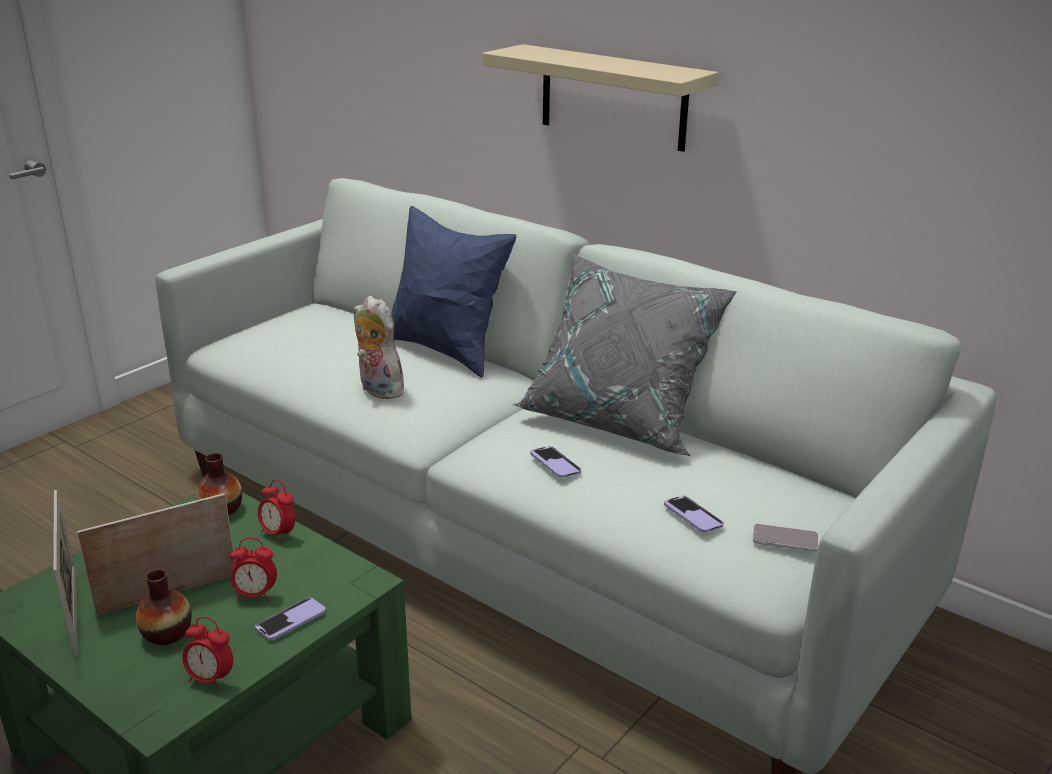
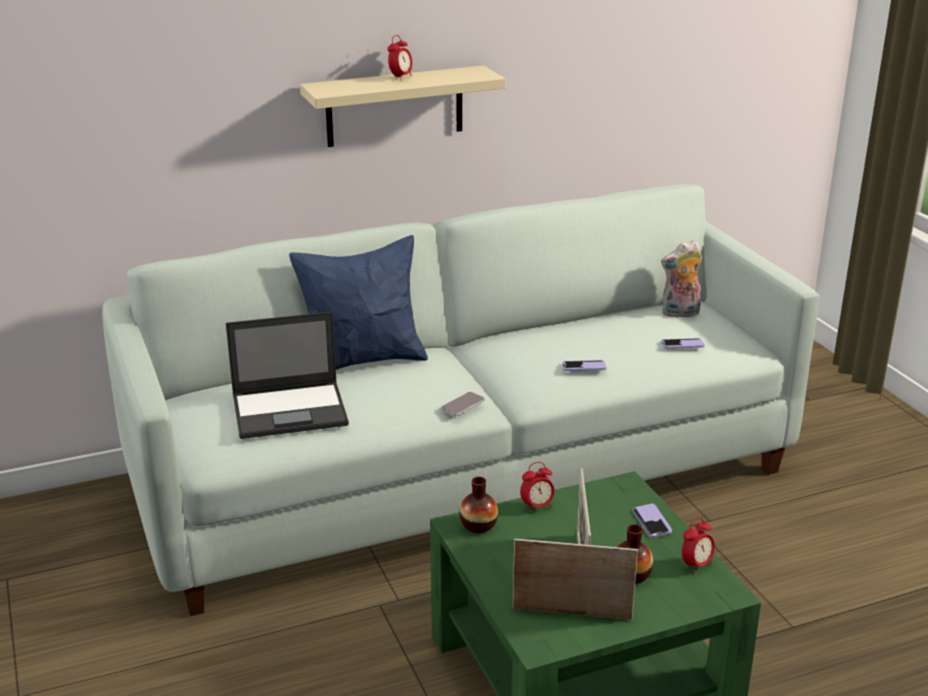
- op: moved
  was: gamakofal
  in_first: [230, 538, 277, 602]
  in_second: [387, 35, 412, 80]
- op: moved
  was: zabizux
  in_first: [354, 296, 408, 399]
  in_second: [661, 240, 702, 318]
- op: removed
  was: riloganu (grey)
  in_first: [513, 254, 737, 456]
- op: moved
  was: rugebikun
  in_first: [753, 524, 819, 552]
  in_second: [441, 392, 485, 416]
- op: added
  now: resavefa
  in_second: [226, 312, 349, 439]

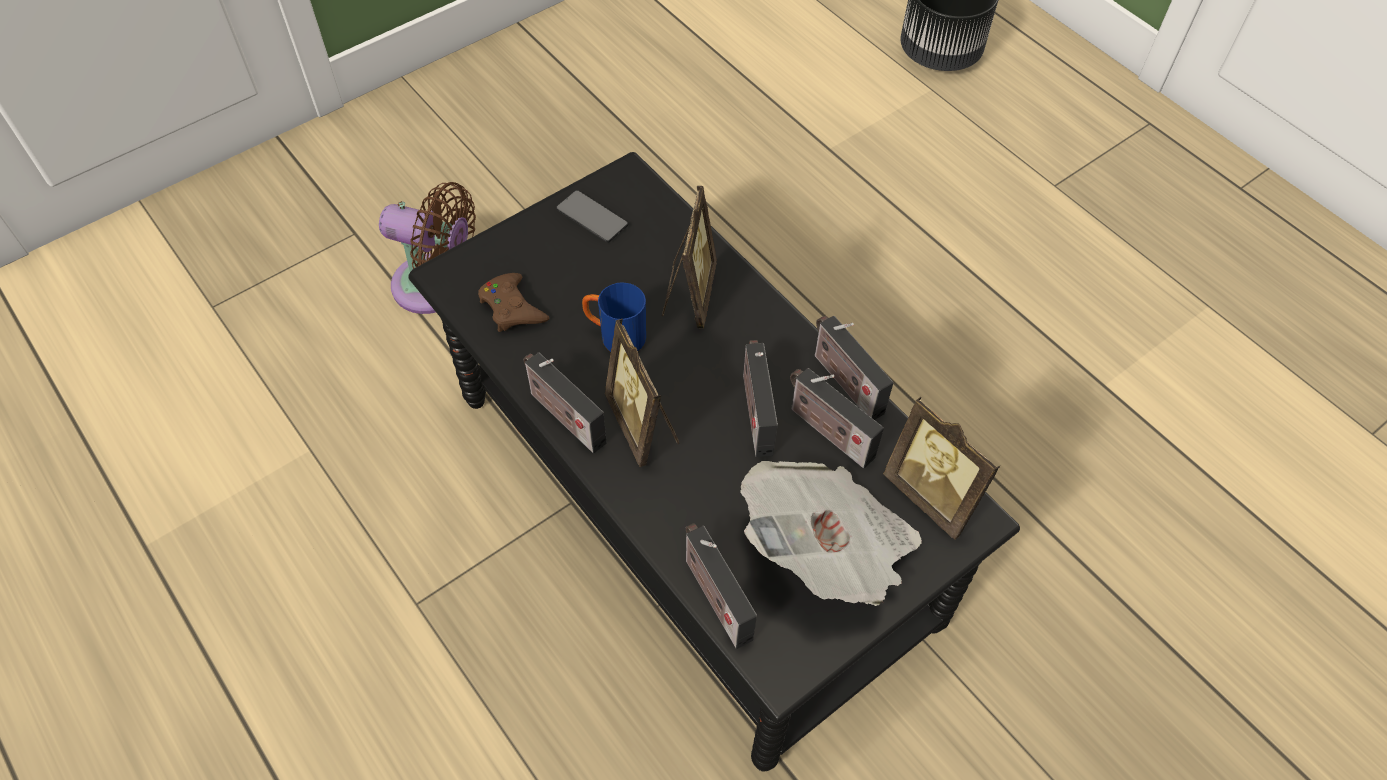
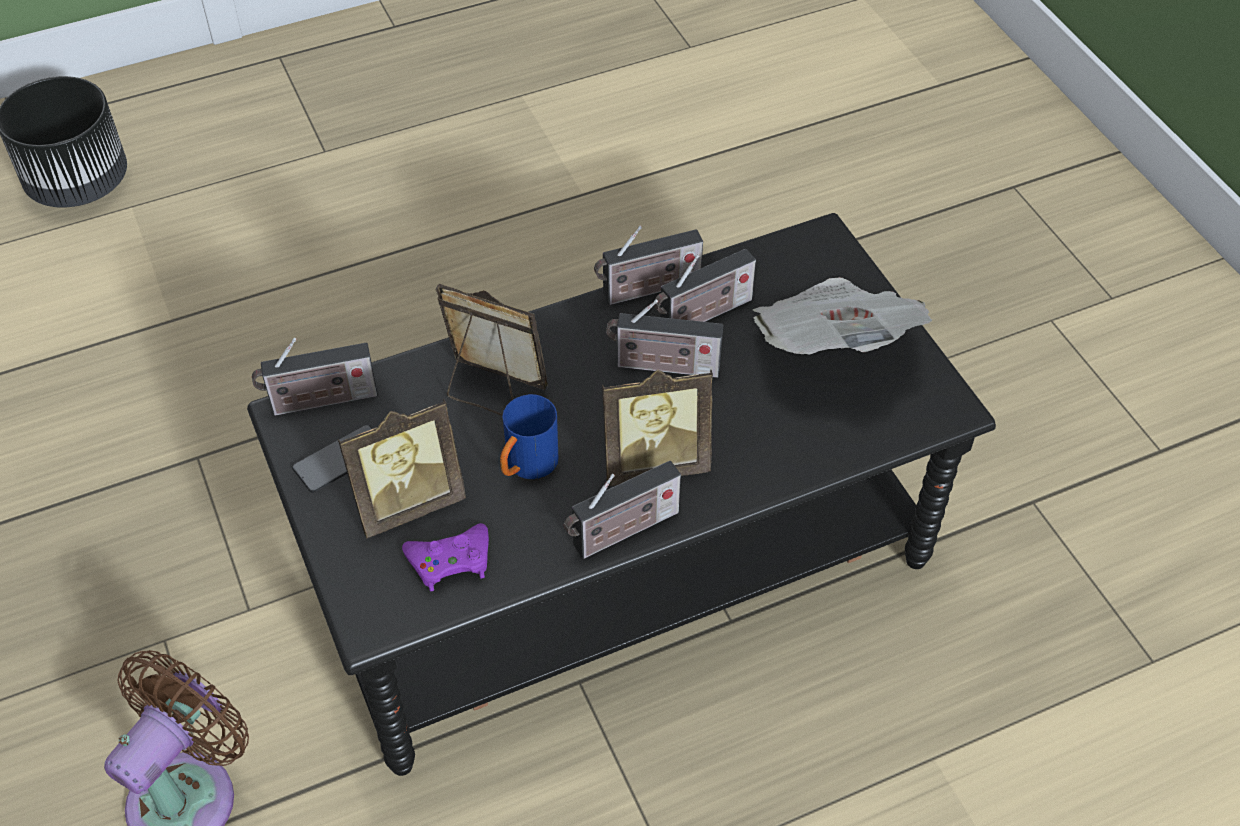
- op: recoloured
  was: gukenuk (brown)
  now: gukenuk (purple)
  in_first: [478, 273, 549, 332]
  in_second: [402, 523, 489, 591]
- op: moved
  was: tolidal
  in_first: [686, 523, 757, 649]
  in_second: [252, 338, 378, 416]
- op: moved
  was: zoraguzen
  in_first: [883, 397, 1000, 540]
  in_second: [338, 398, 466, 538]

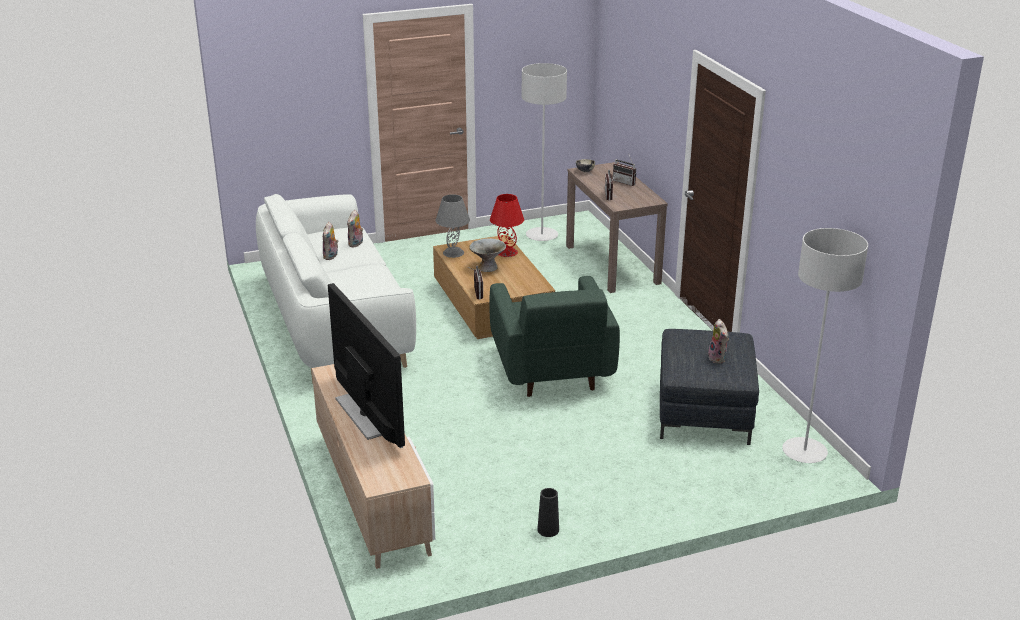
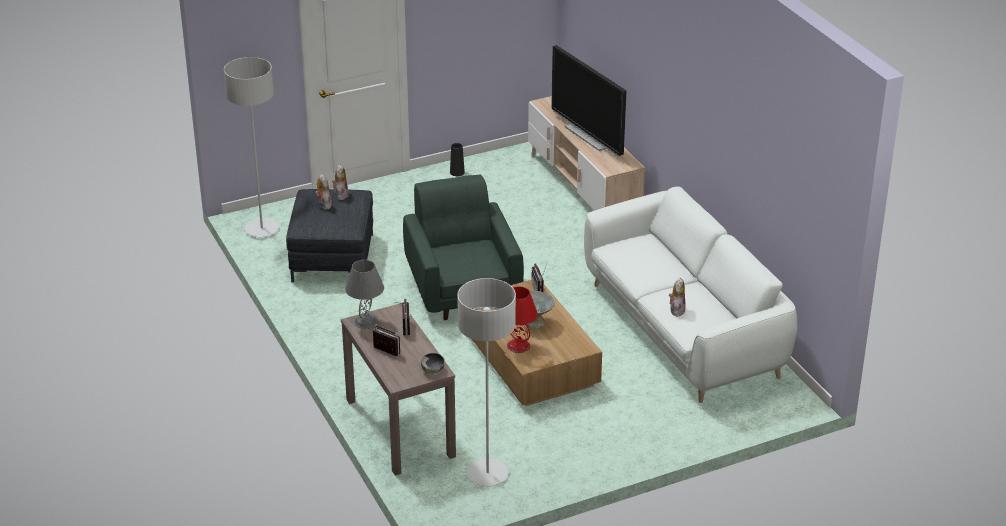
- op: moved
  was: zabizux
  in_first: [323, 222, 339, 260]
  in_second: [332, 165, 348, 200]
- op: moved
  was: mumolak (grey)
  in_first: [436, 194, 470, 258]
  in_second: [345, 260, 384, 329]

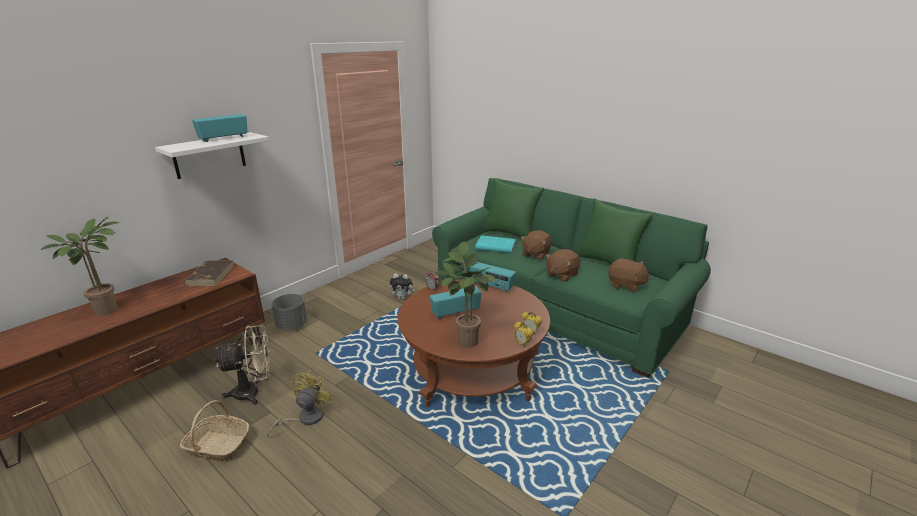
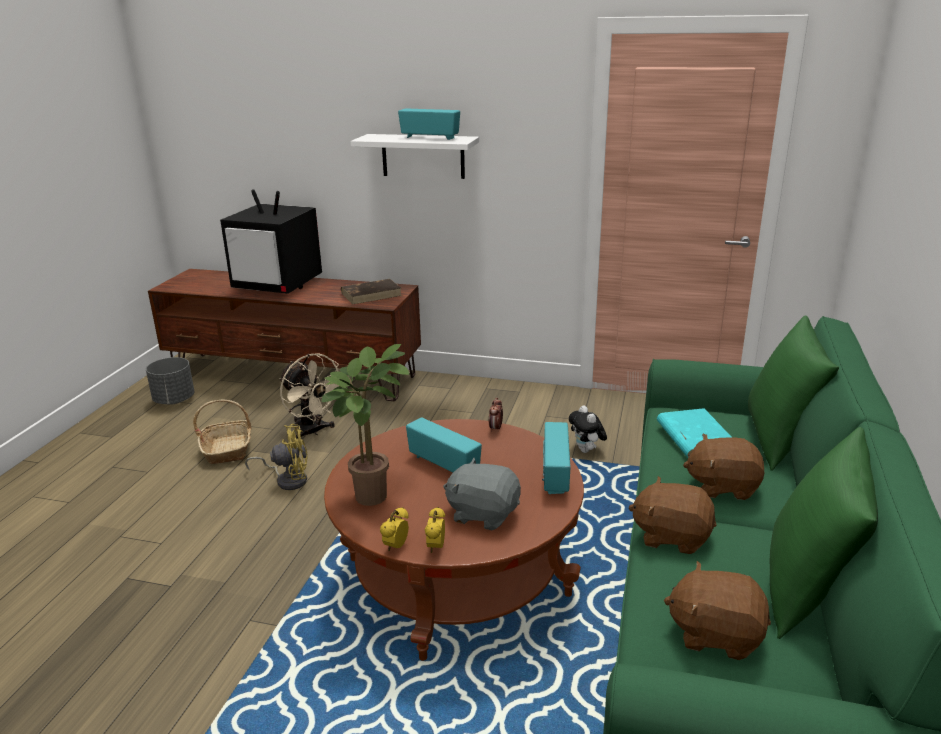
- op: replaced
  was: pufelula
  now: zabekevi
  in_first: [41, 217, 120, 316]
  in_second: [220, 189, 322, 294]
- op: moved
  was: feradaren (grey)
  in_first: [272, 294, 307, 330]
  in_second: [146, 357, 195, 405]
- op: turned
  was: zabizux (brown)
  in_first: [608, 259, 650, 292]
  in_second: [664, 561, 771, 660]
  clockwise: 105
- op: added
  now: zabizux (grey)
  in_second: [443, 458, 521, 531]

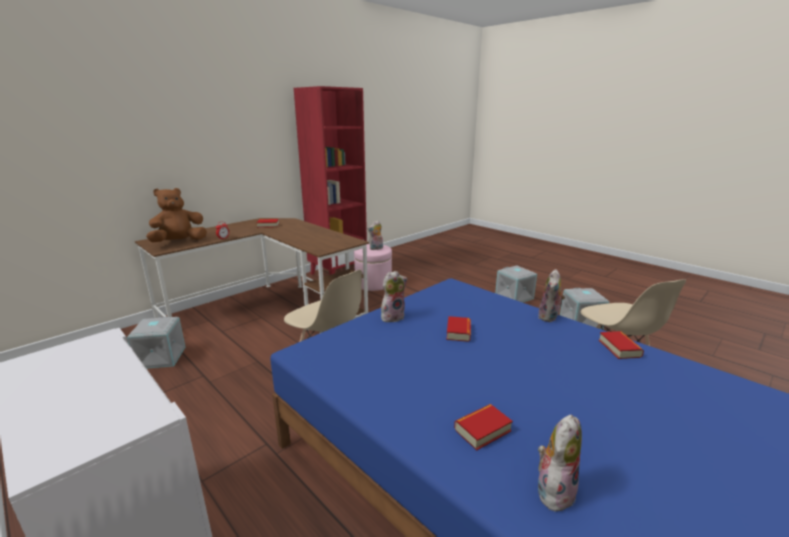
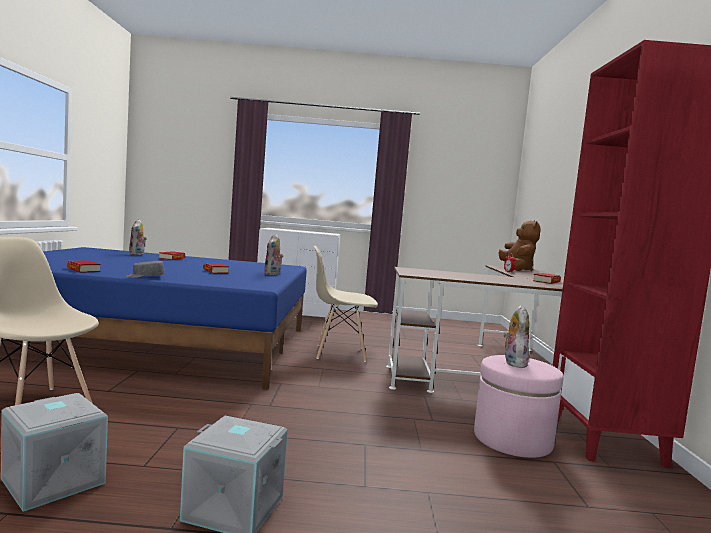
- op: removed
  was: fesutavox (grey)
  in_first: [127, 317, 185, 369]
- op: replaced
  was: zabizux
  now: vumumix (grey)
  in_first: [538, 269, 565, 322]
  in_second: [125, 261, 164, 278]

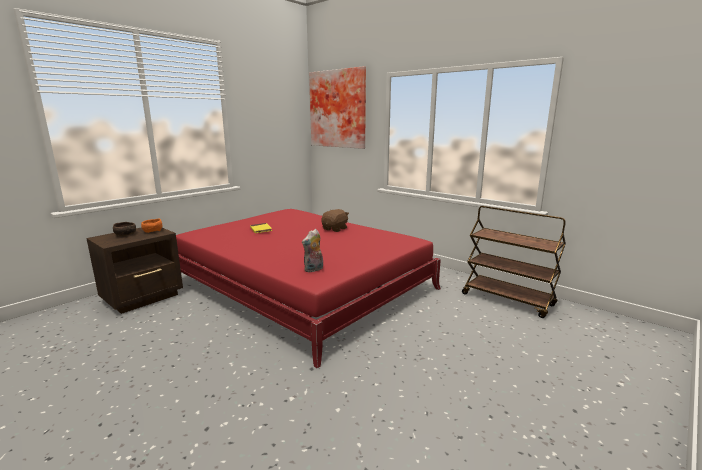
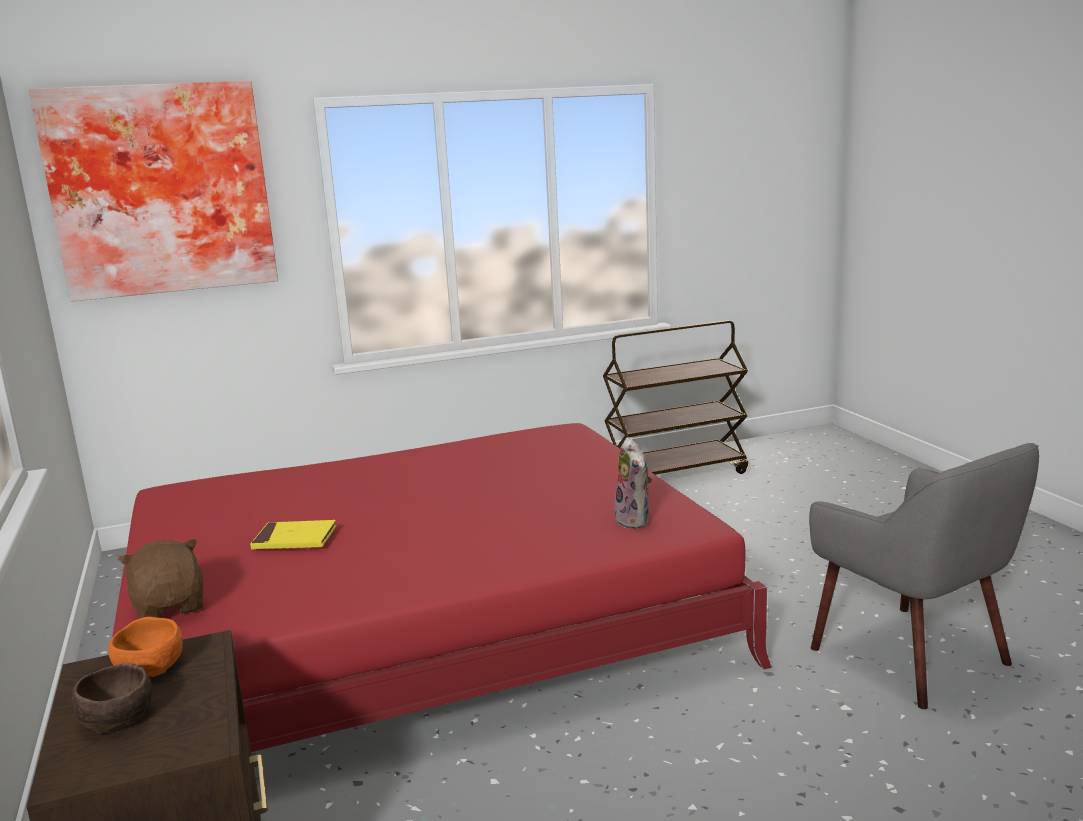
- op: moved
  was: zabizux (brown)
  in_first: [321, 209, 349, 232]
  in_second: [118, 539, 203, 619]
- op: added
  now: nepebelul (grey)
  in_second: [809, 443, 1039, 709]

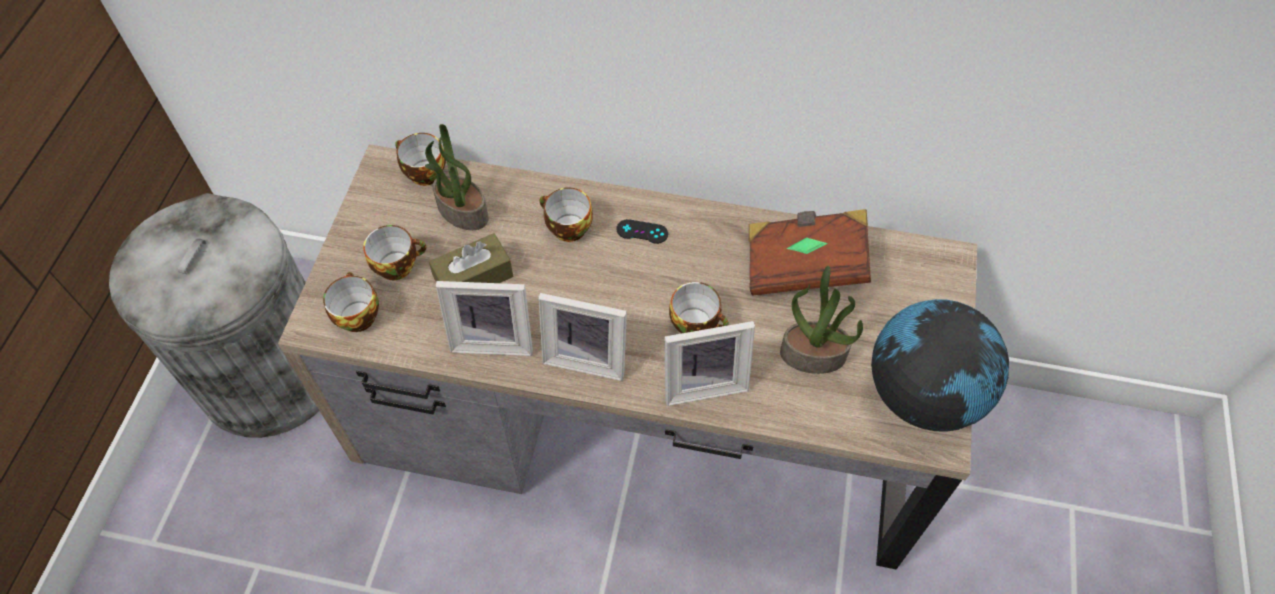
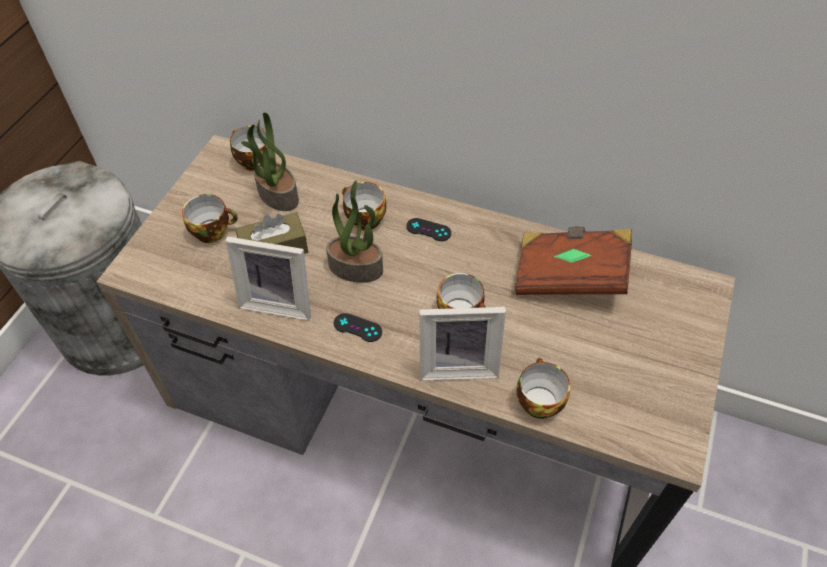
- op: moved
  was: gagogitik
  in_first: [323, 272, 379, 332]
  in_second: [516, 358, 570, 419]
- op: replaced
  was: zoraguzen
  now: gukenuk (black)
  in_first: [538, 293, 627, 381]
  in_second: [334, 313, 382, 342]
- op: moved
  was: pufelula
  in_first: [780, 266, 863, 374]
  in_second: [326, 180, 383, 283]
- op: removed
  was: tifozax
  in_first: [871, 299, 1009, 432]

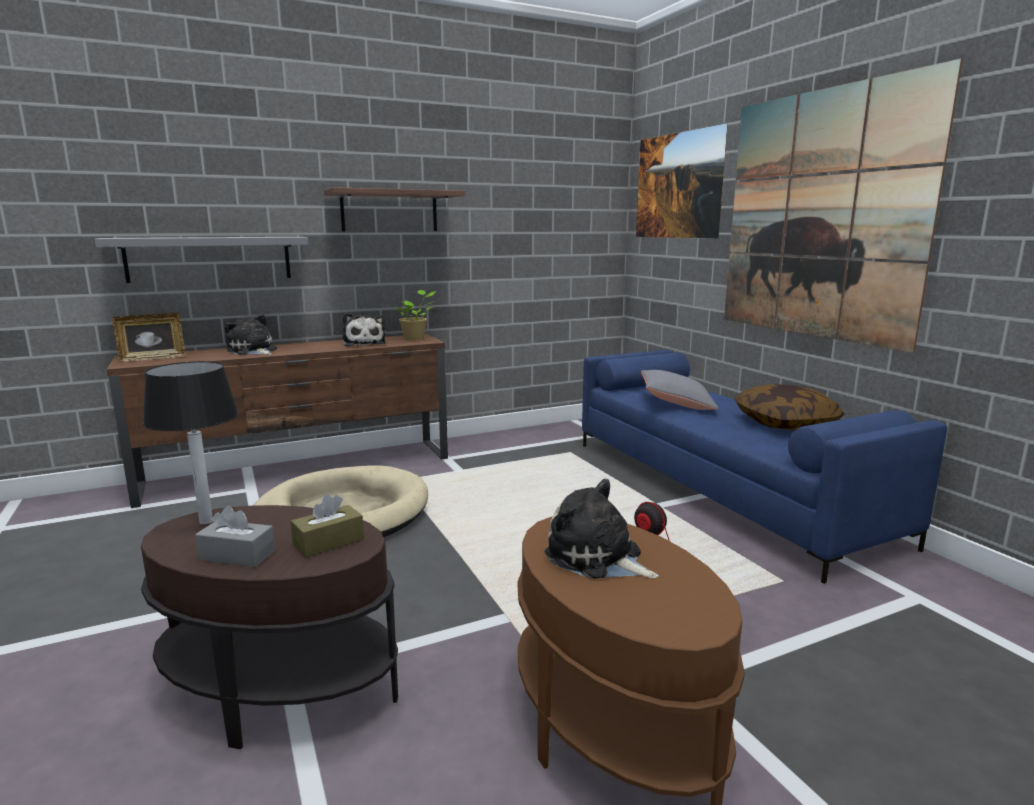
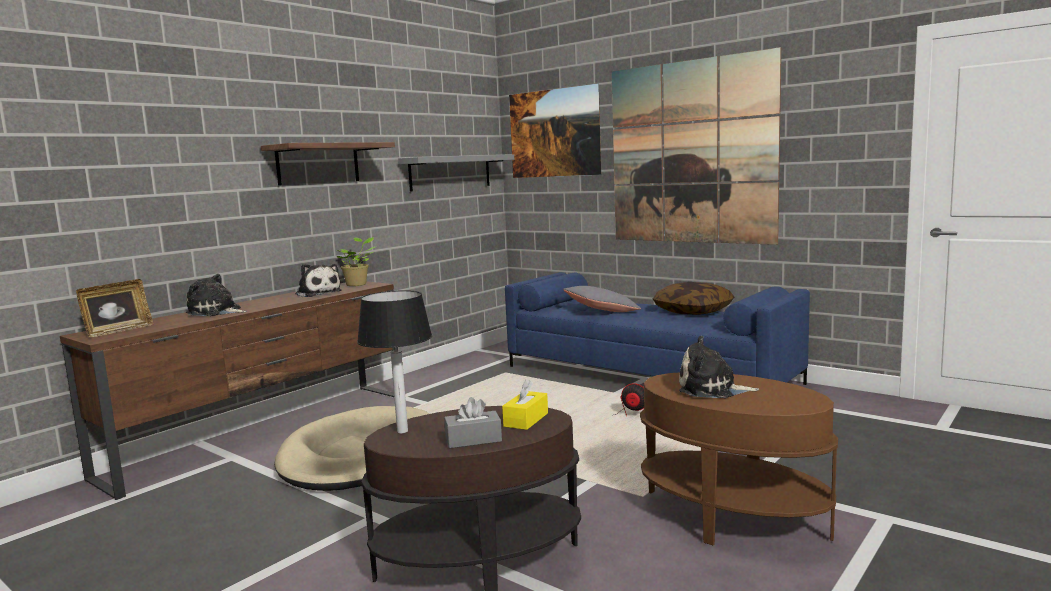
- op: moved
  was: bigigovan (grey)
  in_first: [95, 237, 308, 283]
  in_second: [398, 154, 514, 192]
- op: recoloured
  was: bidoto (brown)
  now: bidoto (yellow)
  in_first: [290, 494, 364, 558]
  in_second: [502, 379, 548, 430]

